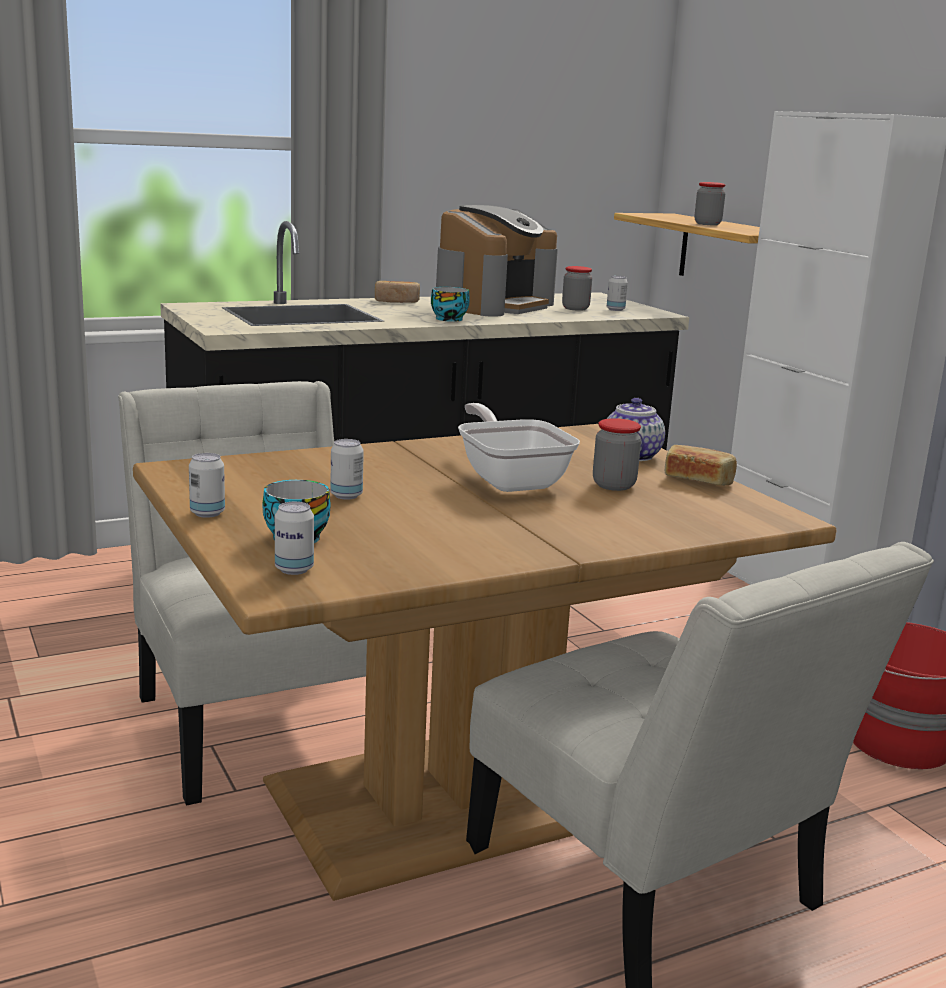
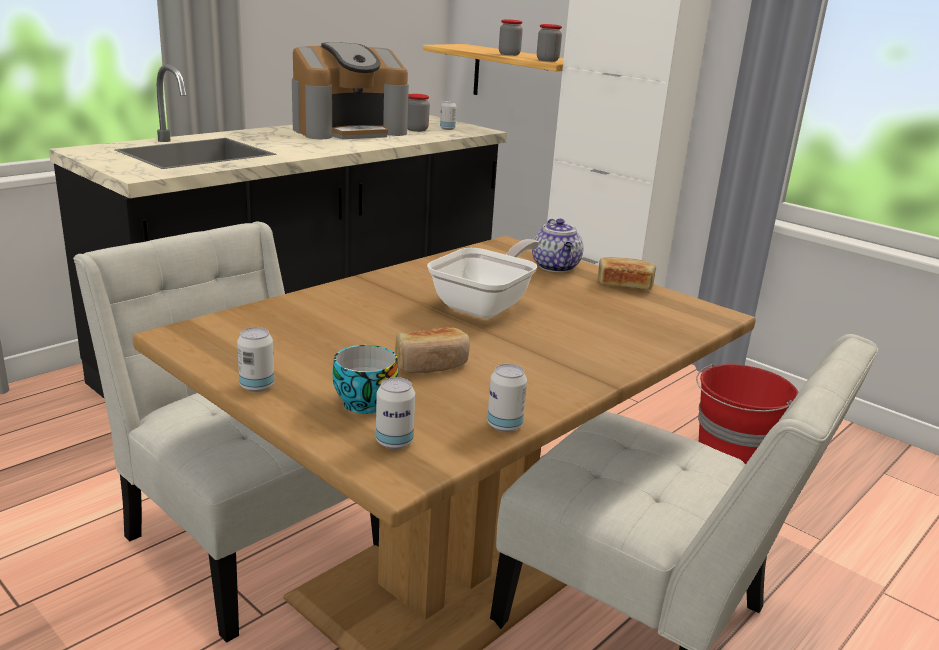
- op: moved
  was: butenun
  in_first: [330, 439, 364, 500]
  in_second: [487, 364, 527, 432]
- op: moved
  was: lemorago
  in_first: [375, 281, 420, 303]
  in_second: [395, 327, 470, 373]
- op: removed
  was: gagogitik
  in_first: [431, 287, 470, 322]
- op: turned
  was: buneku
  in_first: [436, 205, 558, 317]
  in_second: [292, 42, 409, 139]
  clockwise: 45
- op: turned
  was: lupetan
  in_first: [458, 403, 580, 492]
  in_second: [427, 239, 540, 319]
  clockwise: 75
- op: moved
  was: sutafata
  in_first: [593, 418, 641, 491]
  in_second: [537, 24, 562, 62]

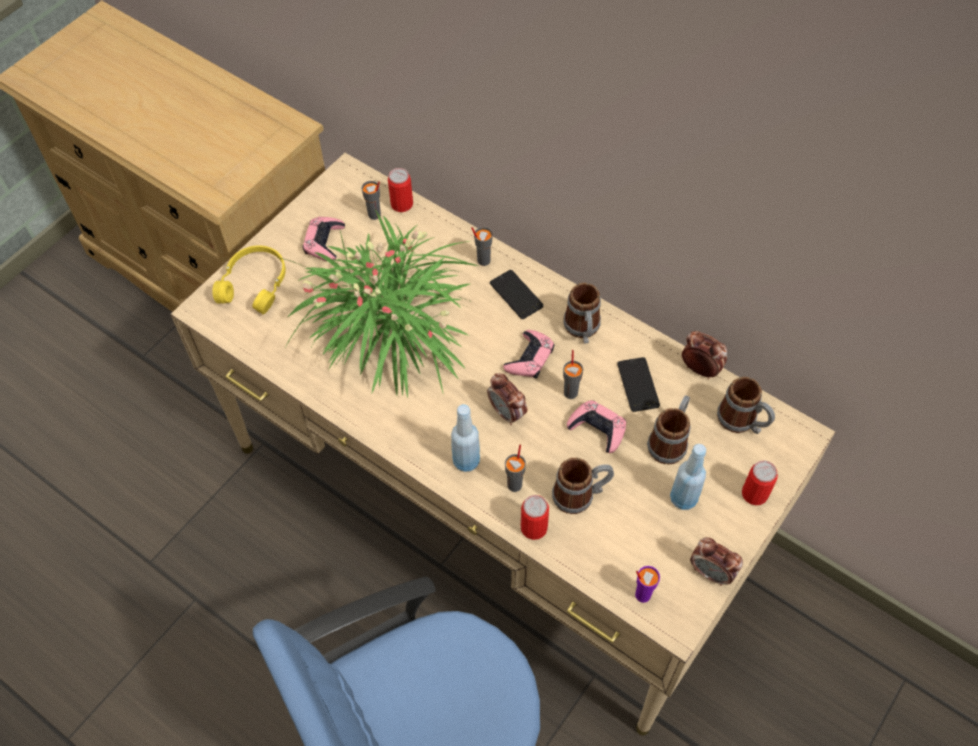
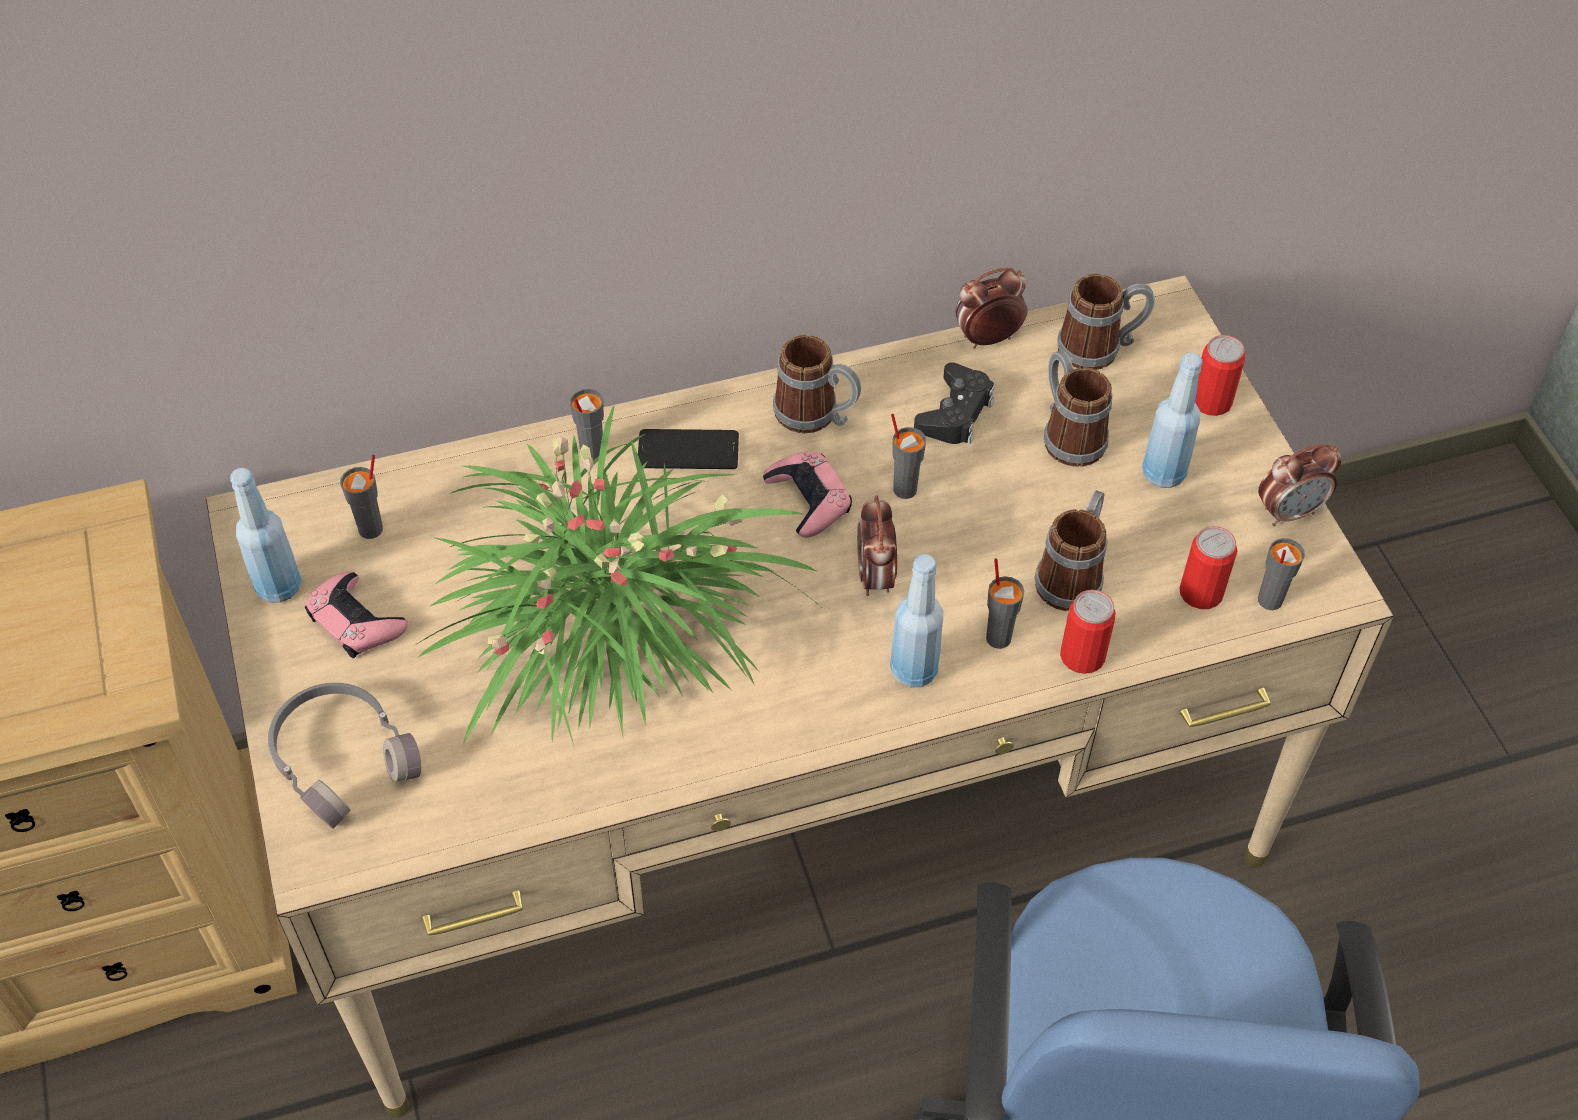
- op: recoloured
  was: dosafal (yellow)
  now: dosafal (grey)
  in_first: [212, 245, 286, 314]
  in_second: [268, 683, 421, 829]
- op: moved
  was: butenun
  in_first: [388, 168, 413, 212]
  in_second: [1179, 526, 1238, 609]
- op: turned
  was: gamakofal
  in_first: [487, 373, 527, 425]
  in_second: [857, 495, 897, 596]
  clockwise: 90
- op: removed
  was: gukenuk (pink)
  in_first: [567, 400, 626, 453]
- op: replaced
  was: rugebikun
  now: gukenuk (black)
  in_first: [617, 357, 660, 412]
  in_second: [914, 362, 994, 444]
- op: recoloured
  was: gagogitik (purple)
  now: gagogitik (grey)
  in_first: [635, 566, 660, 603]
  in_second: [1258, 538, 1305, 610]
- op: added
  now: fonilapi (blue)
  in_second: [230, 468, 302, 603]

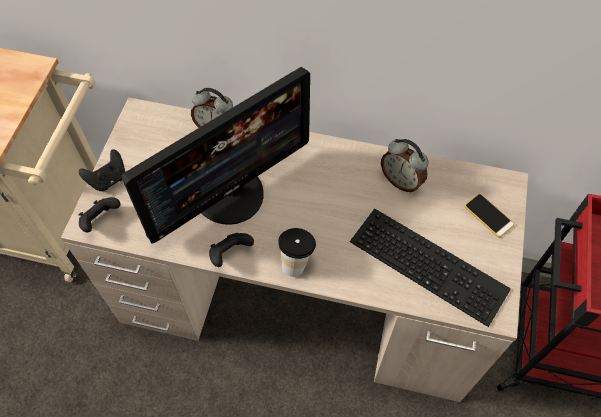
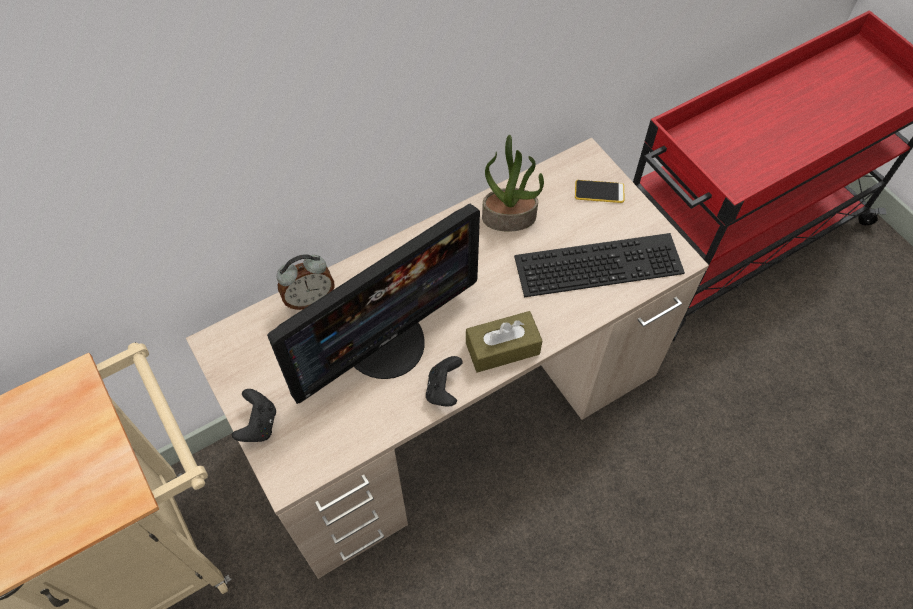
- op: removed
  was: gukenuk (black)
  in_first: [79, 197, 120, 232]
- op: turned
  was: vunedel
  in_first: [121, 67, 310, 243]
  in_second: [267, 204, 480, 404]
  clockwise: 45
- op: replaced
  was: gagogitik
  now: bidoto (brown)
  in_first: [278, 228, 316, 277]
  in_second: [466, 311, 543, 373]
- op: replaced
  was: gamakofal
  now: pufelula
  in_first: [381, 139, 428, 192]
  in_second: [482, 135, 544, 232]

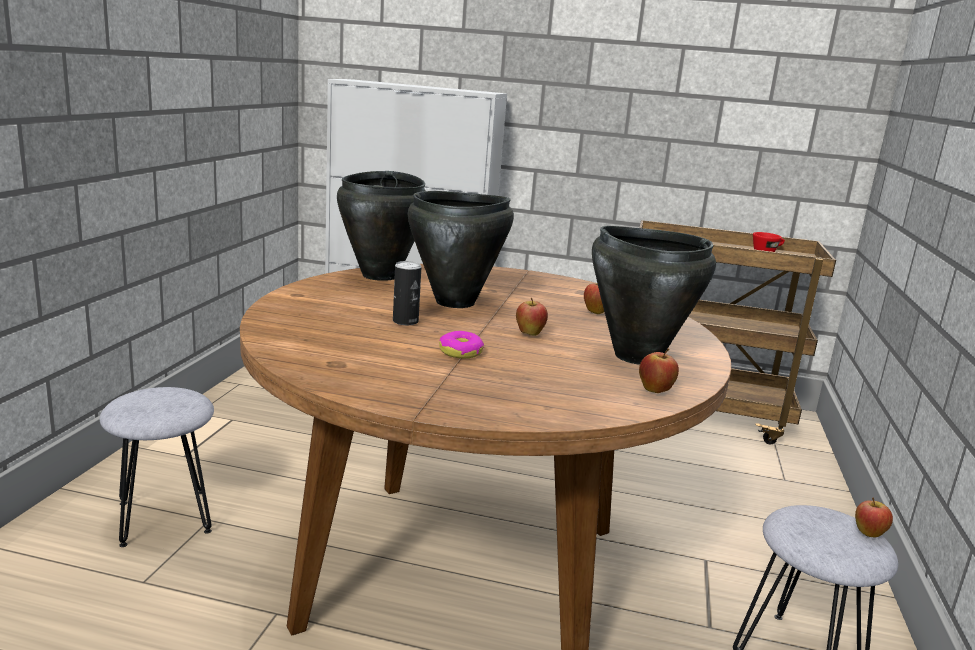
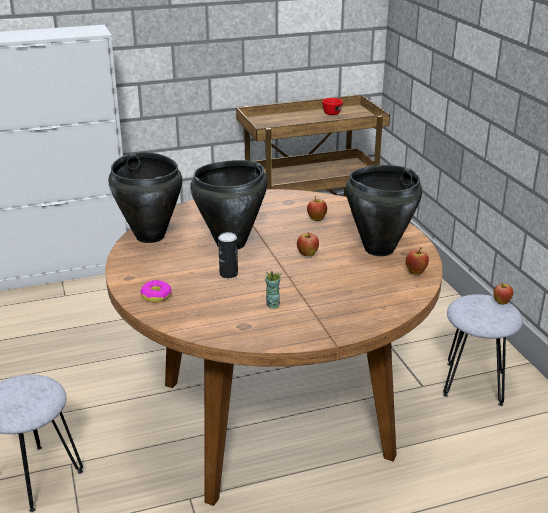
- op: moved
  was: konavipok
  in_first: [439, 331, 484, 358]
  in_second: [141, 280, 172, 303]
- op: added
  now: gagogitik
  in_second: [265, 271, 281, 309]

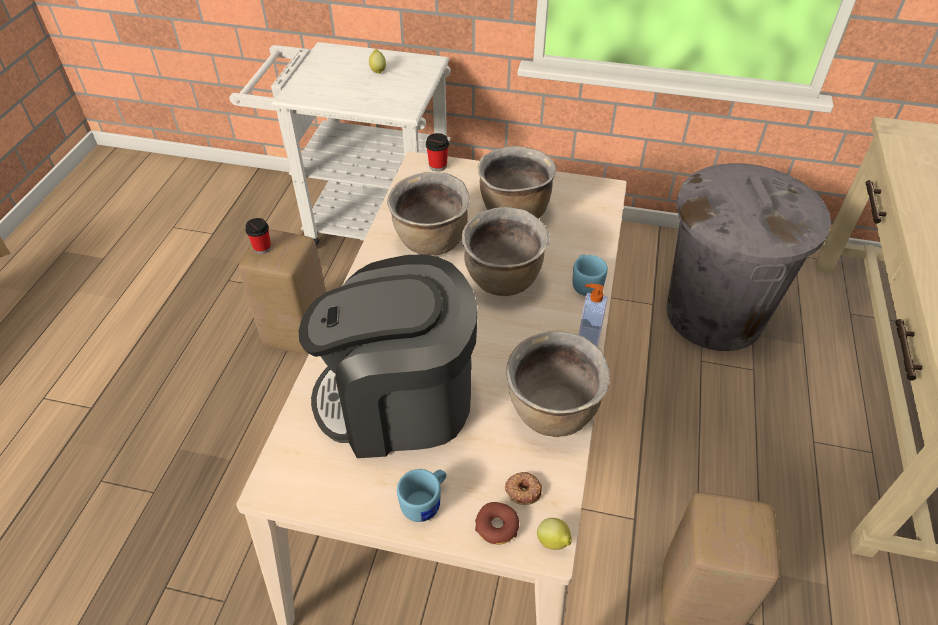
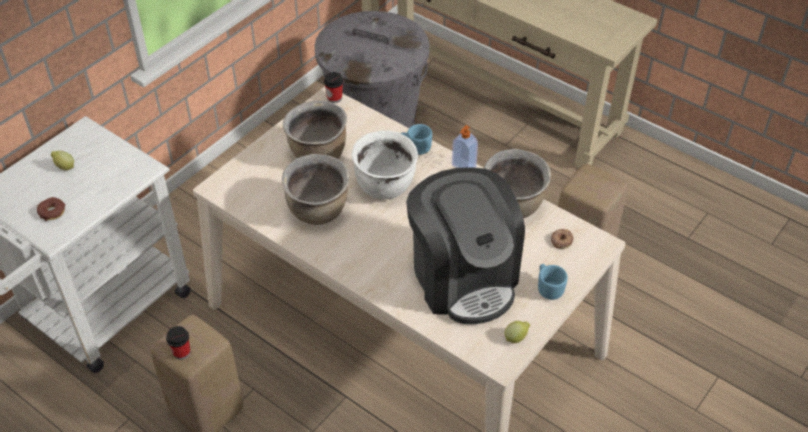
- op: turned
  was: buneku
  in_first: [299, 254, 477, 458]
  in_second: [406, 167, 525, 324]
  clockwise: -45
- op: moved
  was: gagogitik
  in_first: [426, 133, 449, 172]
  in_second: [324, 72, 343, 103]
- op: recoloured
  was: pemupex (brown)
  now: pemupex (white)
  in_first: [462, 207, 550, 296]
  in_second: [352, 130, 418, 200]
- op: moved
  was: konavipok
  in_first: [475, 502, 519, 545]
  in_second: [37, 197, 65, 221]
- op: moved
  was: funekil
  in_first: [537, 518, 572, 550]
  in_second: [504, 321, 530, 343]

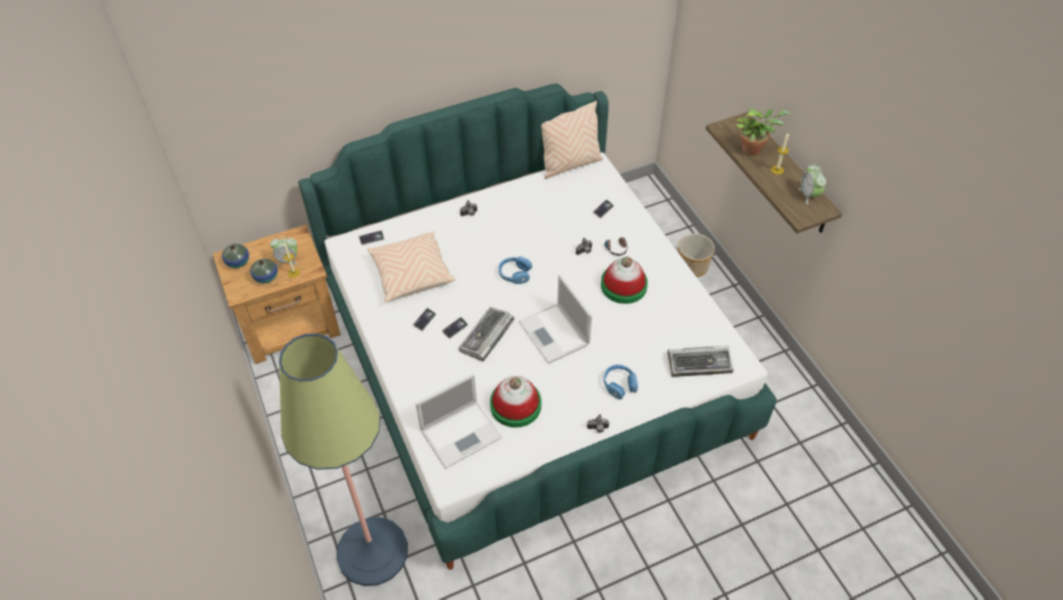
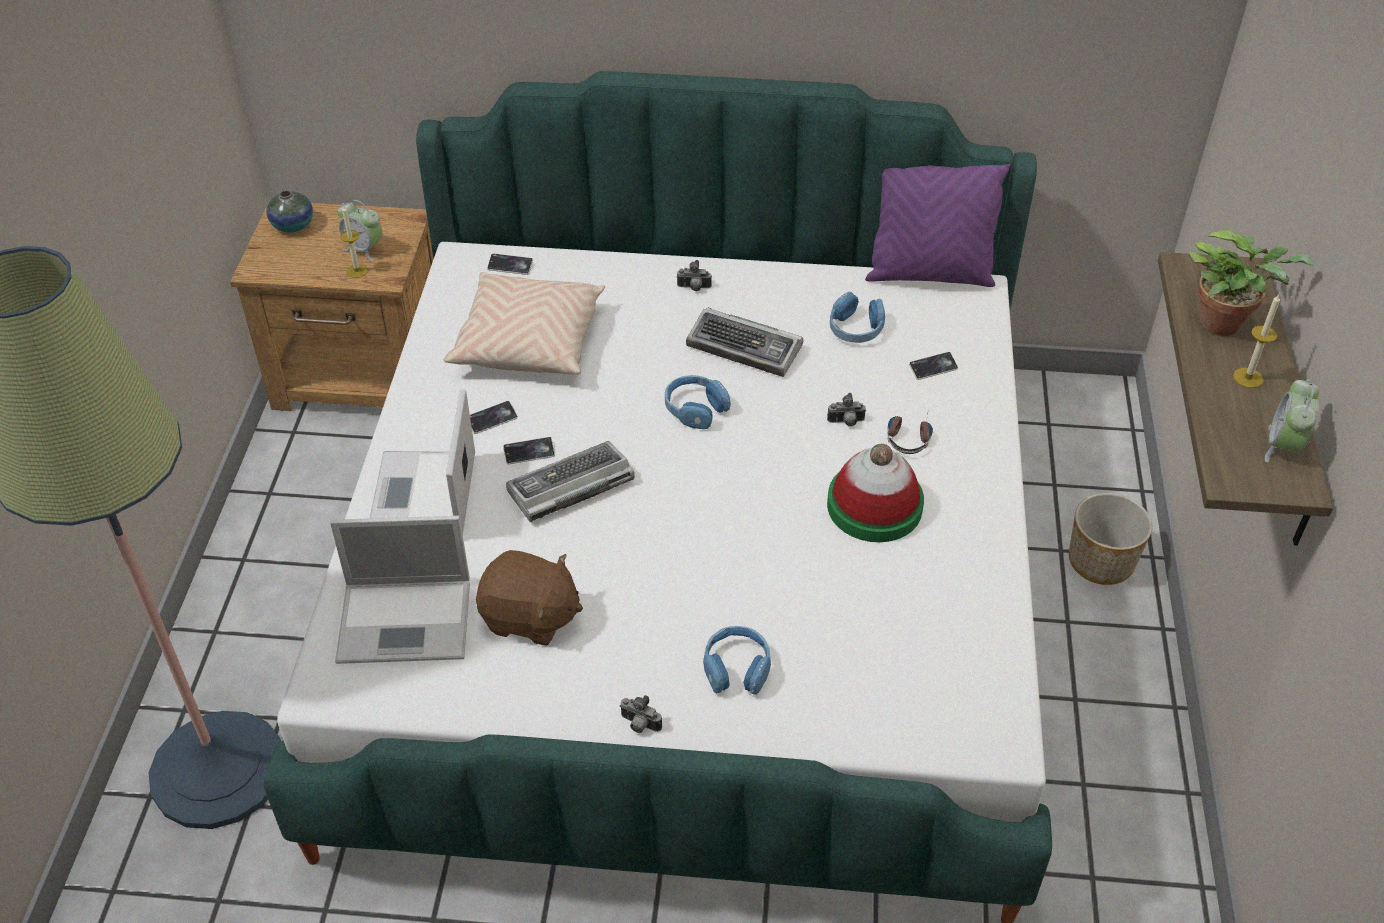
- op: removed
  was: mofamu
  in_first: [250, 259, 278, 284]
- op: replaced
  was: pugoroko
  now: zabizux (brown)
  in_first: [490, 376, 541, 428]
  in_second: [476, 550, 583, 646]
- op: moved
  was: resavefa
  in_first: [519, 275, 592, 364]
  in_second: [370, 389, 475, 535]
- op: recoloured
  was: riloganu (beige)
  now: riloganu (purple)
  in_first: [541, 101, 603, 179]
  in_second: [865, 164, 1011, 287]
- op: moved
  was: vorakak
  in_first: [667, 346, 734, 377]
  in_second: [686, 307, 803, 377]
- op: added
  now: dosafal (blue)
  in_second: [830, 292, 885, 343]

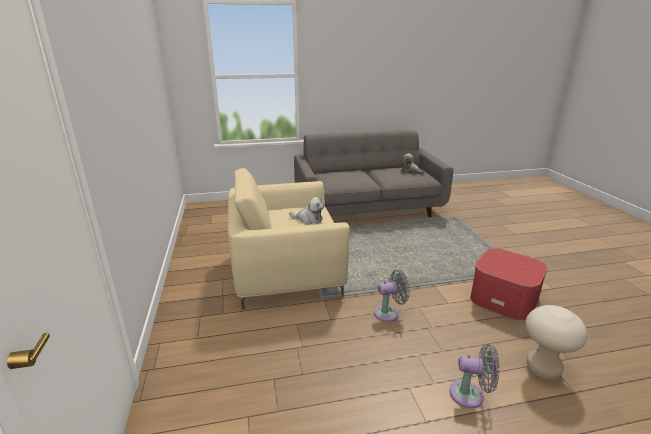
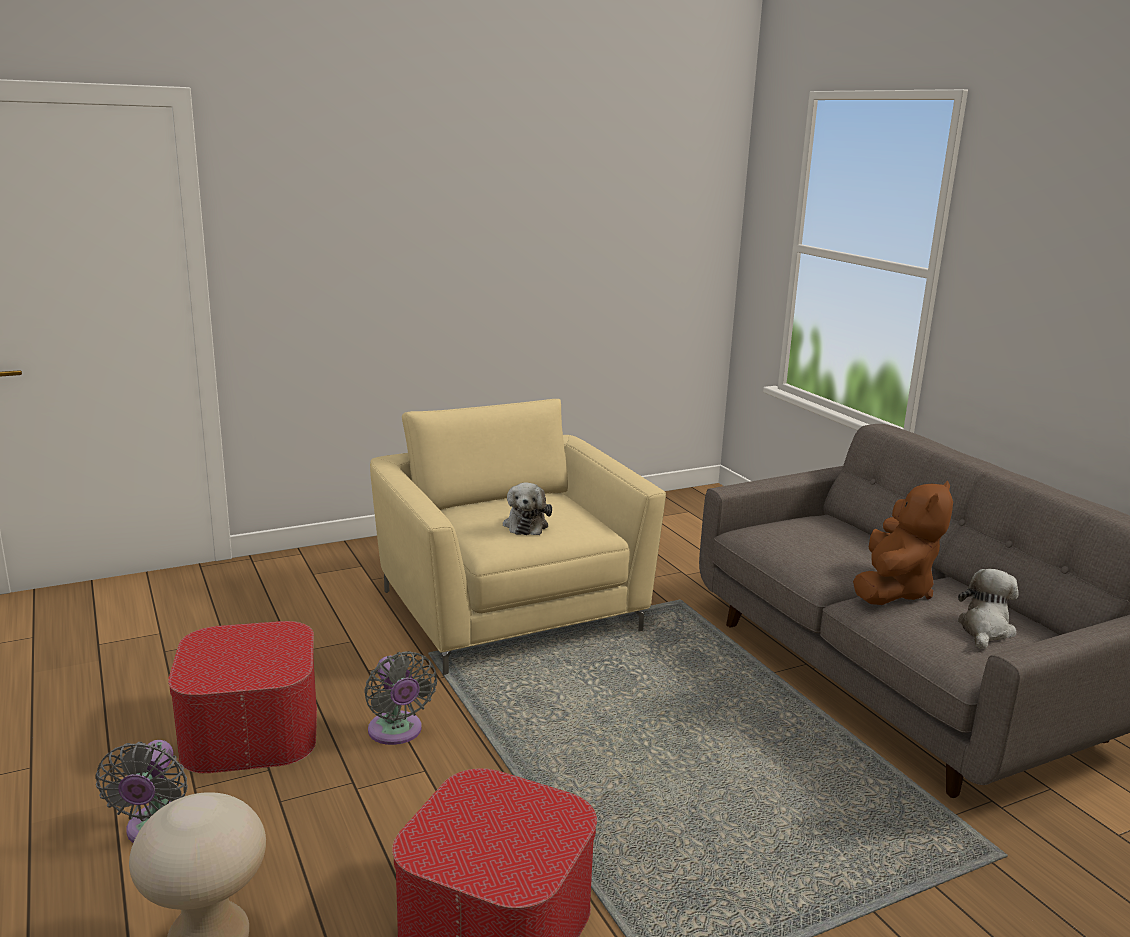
- op: added
  now: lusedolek
  in_second: [168, 621, 317, 773]
- op: added
  now: zabizux (brown)
  in_second: [853, 481, 953, 605]

